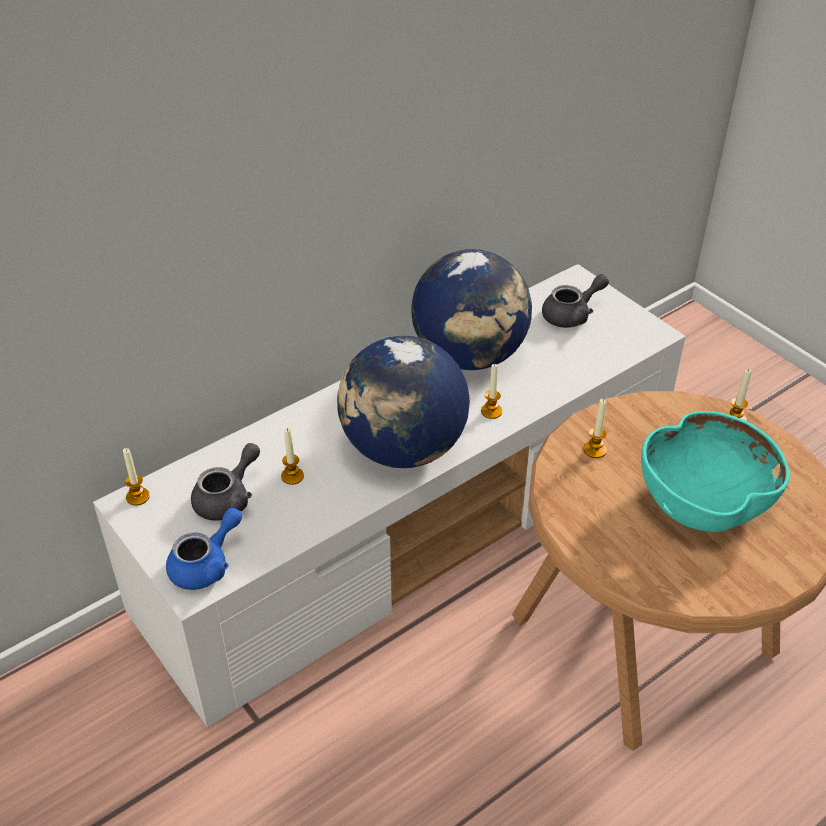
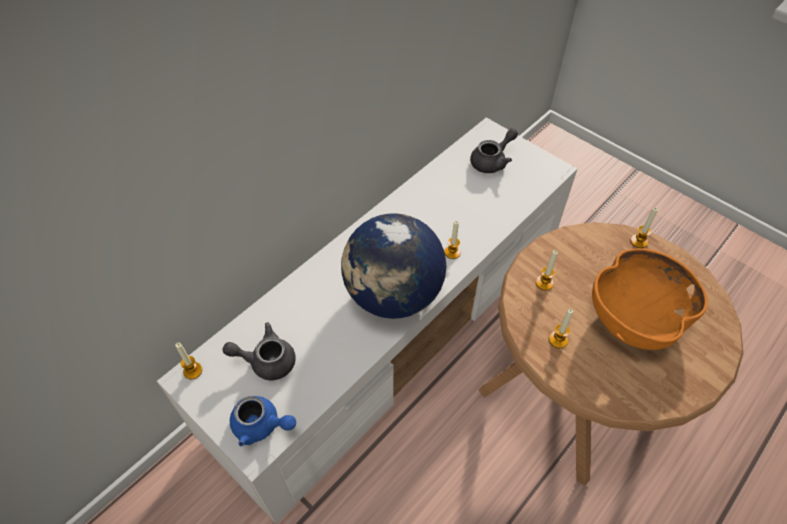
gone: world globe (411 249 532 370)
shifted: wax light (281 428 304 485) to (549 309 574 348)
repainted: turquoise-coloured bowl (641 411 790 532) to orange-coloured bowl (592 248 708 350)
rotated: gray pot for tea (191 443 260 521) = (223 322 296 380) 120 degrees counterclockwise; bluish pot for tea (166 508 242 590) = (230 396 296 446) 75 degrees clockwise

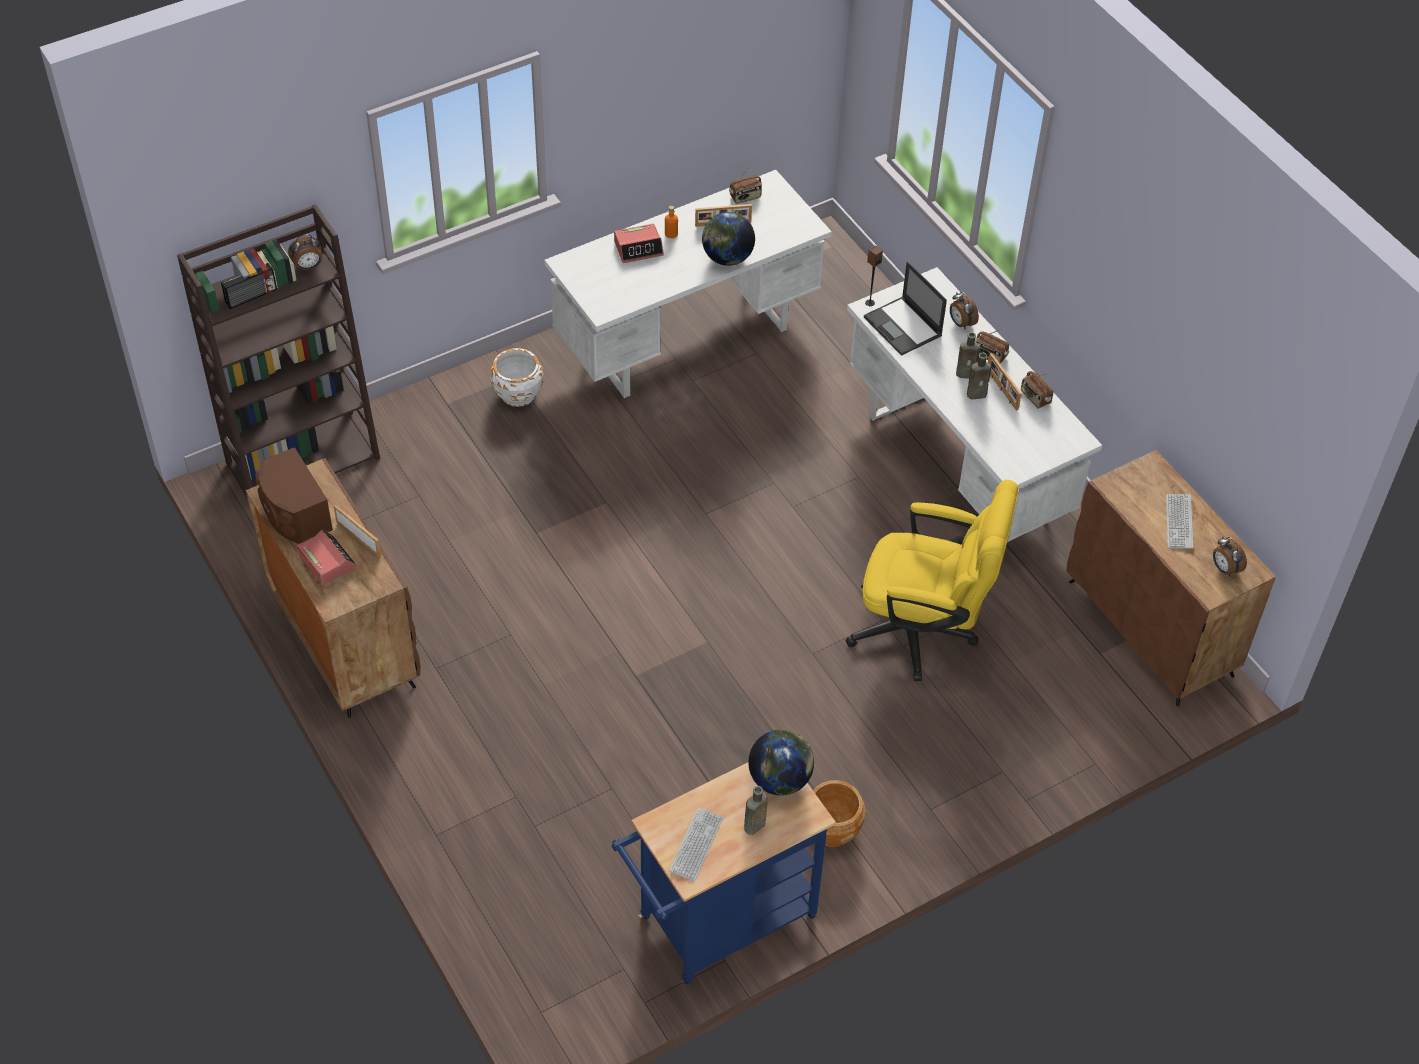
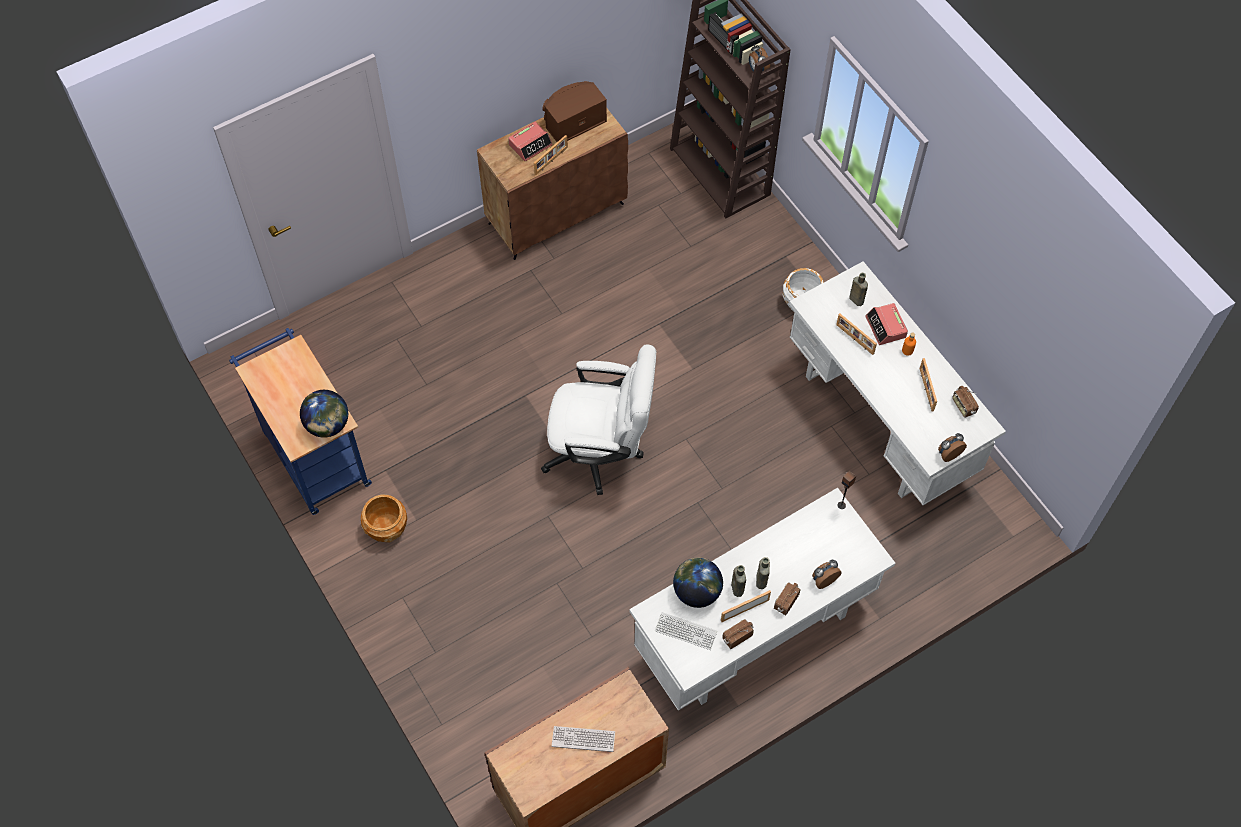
gone: yellow-coloured computer chair (846 480 1019 681); notebook computer (864 261 947 356)
new: whitish computer chair (541 344 656 495); picture frame (836 314 877 355)
shifted: keyboard (669 807 723 881) to (655 612 717 650); world globe (702 212 755 266) to (673 557 723 608); brownish drink bottle (744 786 768 835) to (849 273 868 306); table clock (1213 536 1247 576) to (938 433 967 462)

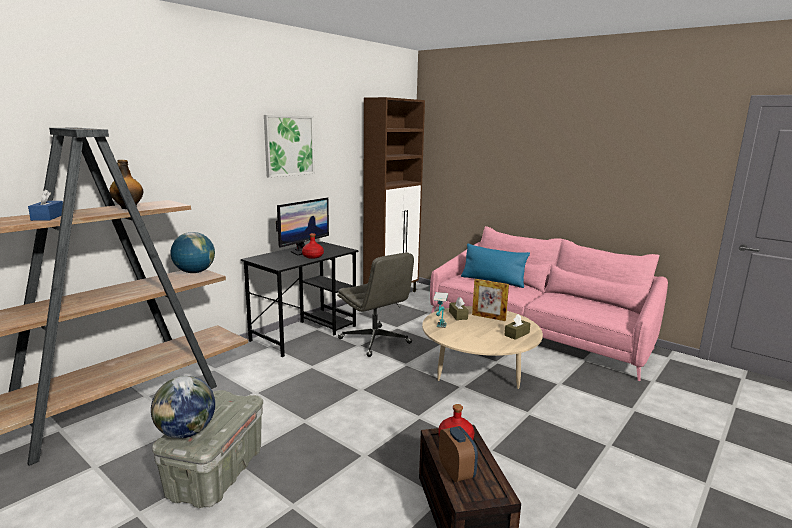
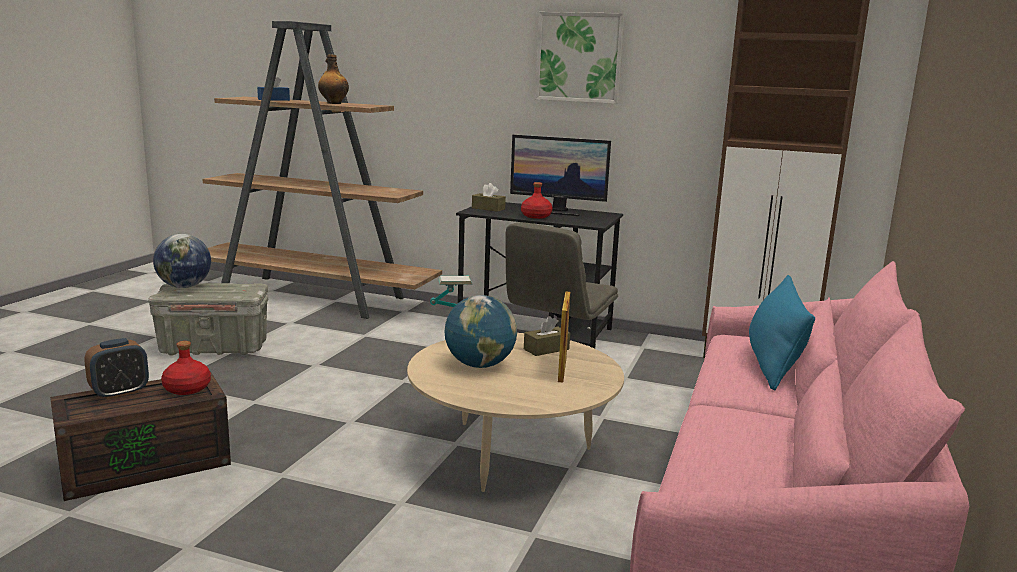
shifted: world globe (171 232 215 273) to (445 295 517 368); brownish tissue box (504 314 531 340) to (472 183 506 212)

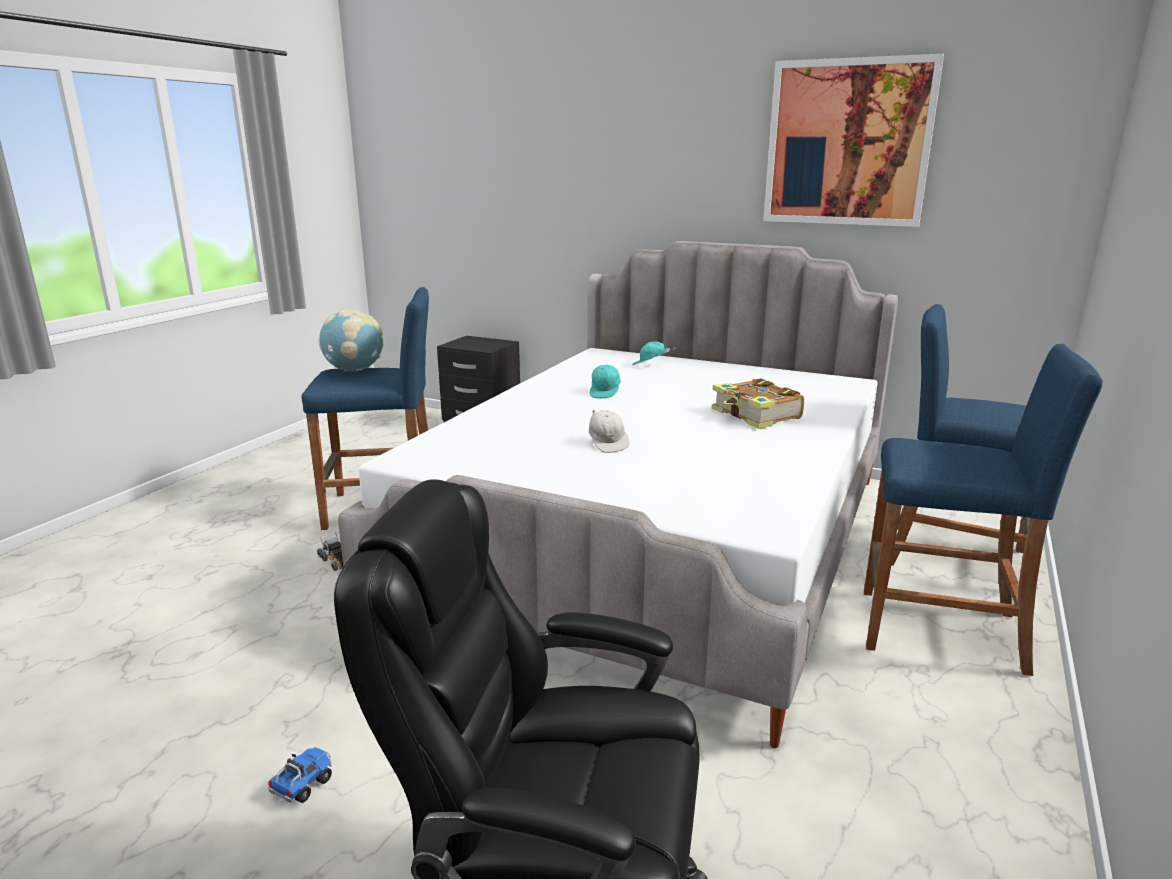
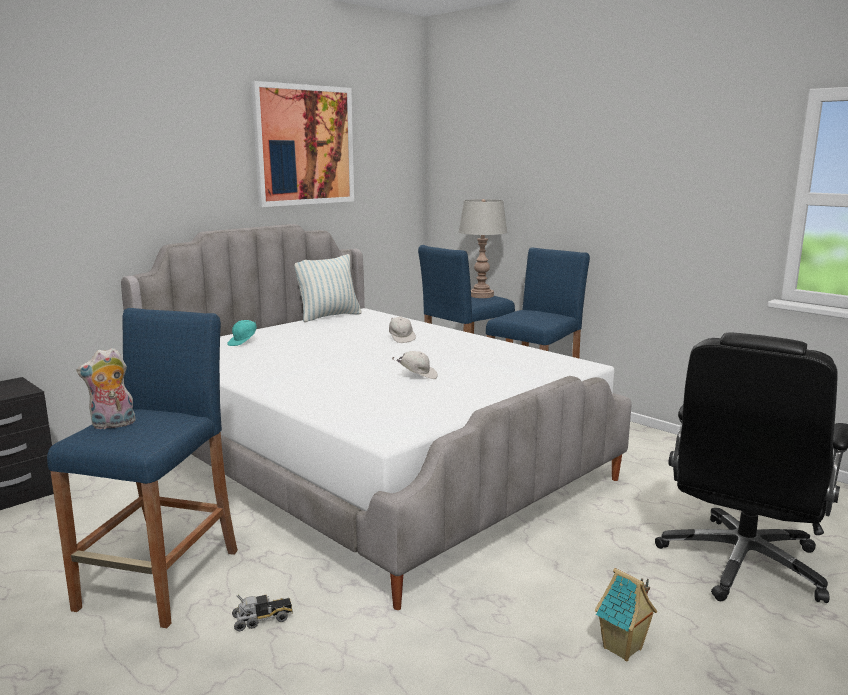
gone: turquoise-coloured cap (590 365 621 398)
new: pillow (294 254 362 322); gray tabletop lamp (459 199 507 298)
swapped: world globe (319 309 383 371) to plush toy (77 348 136 430); bound book (712 378 804 429) to whitish cap (389 316 416 343); toy truck (268 747 332 803) to model house (595 568 657 661)

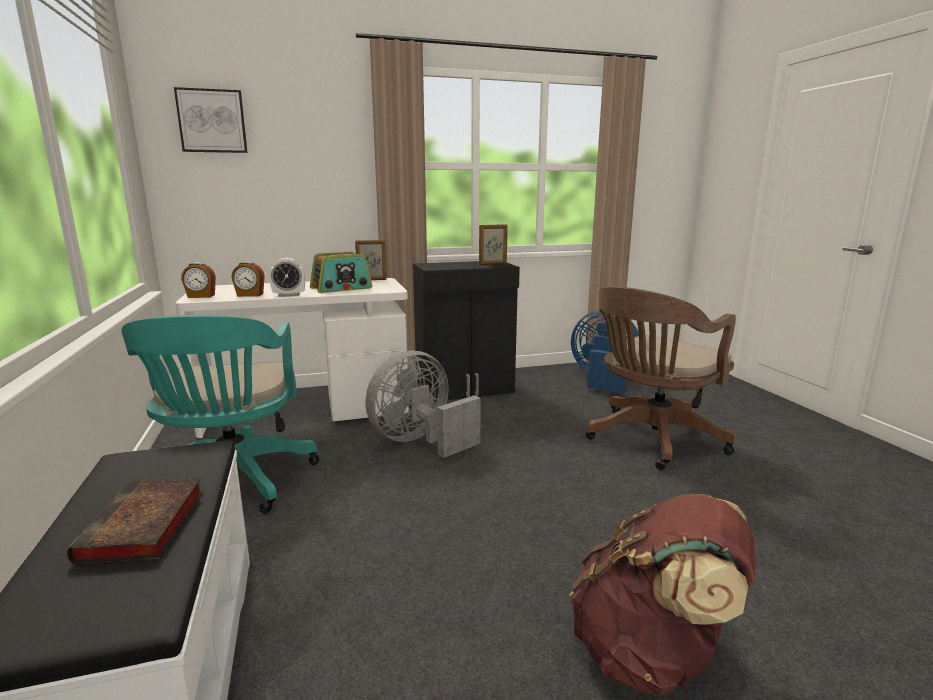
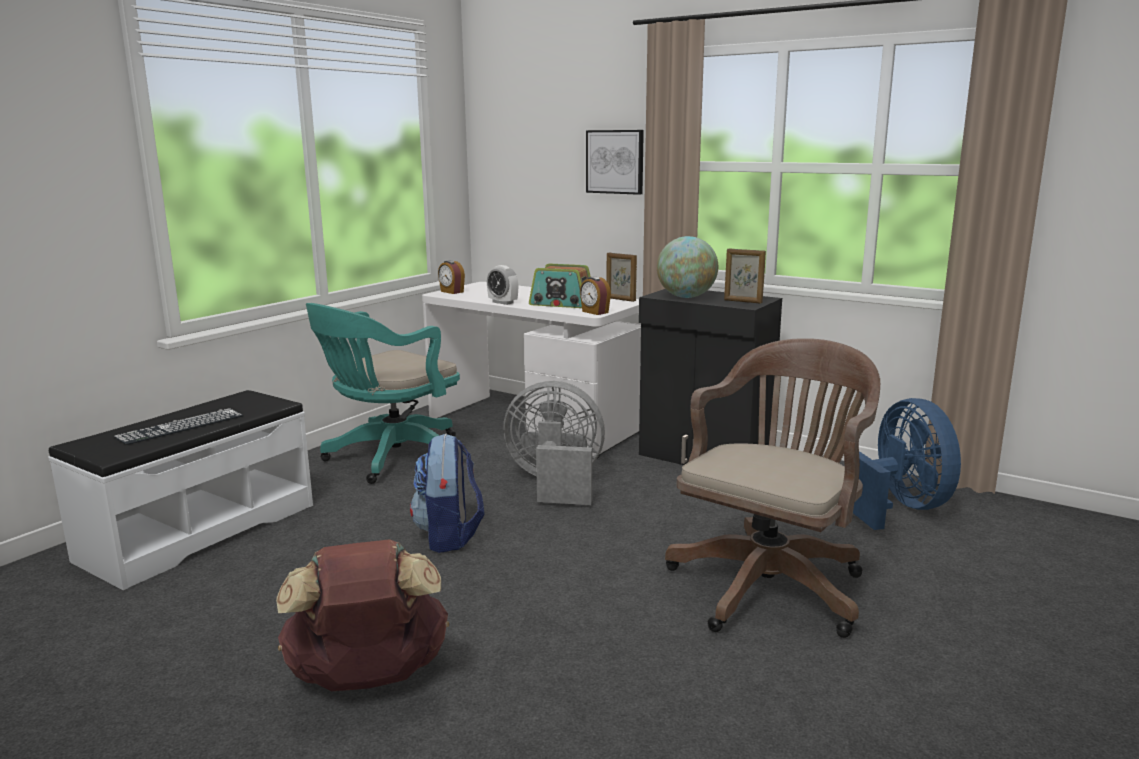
new: rucksack (410 433 485 553); world globe (657 236 718 298)
shifted: table clock (232 261 265 297) to (580 276 611 315); wall picture (174 87 248 153) to (586 130 644 195)
swapped: bound book (67 478 203 564) to keyboard (114 408 244 445)
rotated: brownish computer chair (586 287 736 470) = (665 338 880 638) 120 degrees clockwise

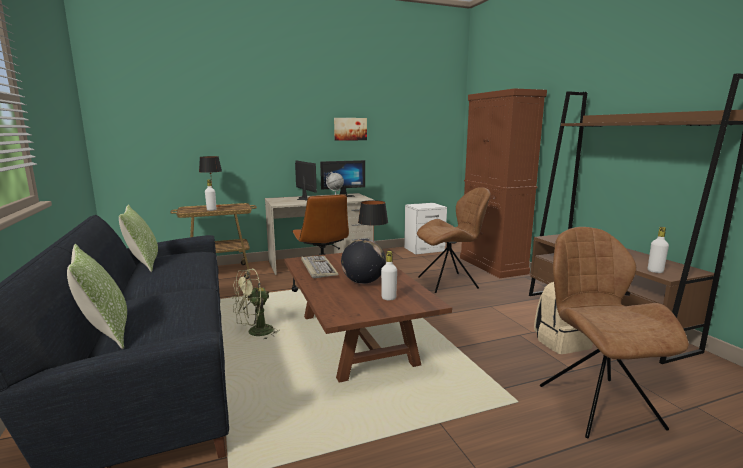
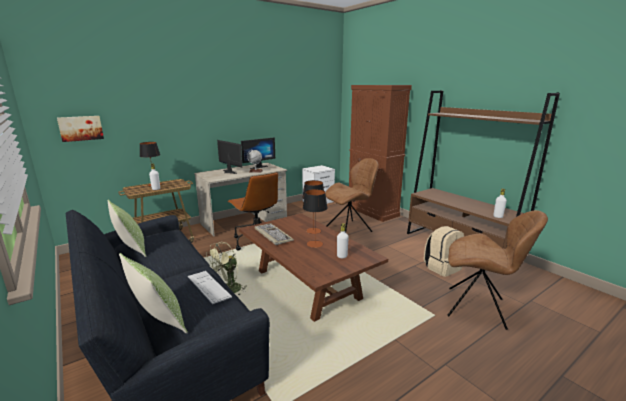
new: keyboard (188 271 232 304)
shifted: wall picture (334 118 367 141) to (57 116 104 142)
swapped: world globe (341 239 386 284) to tabletop lamp (303 189 328 248)
rotated: brownish chair (540 227 689 438) = (447 210 548 330) 135 degrees clockwise

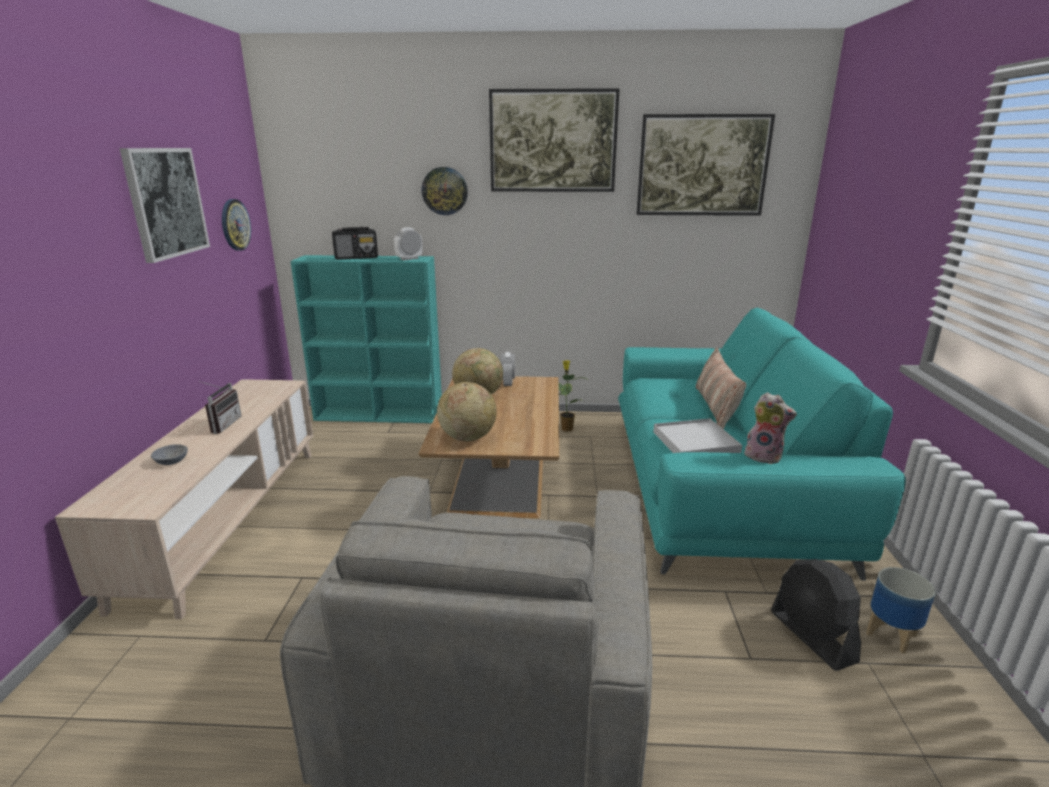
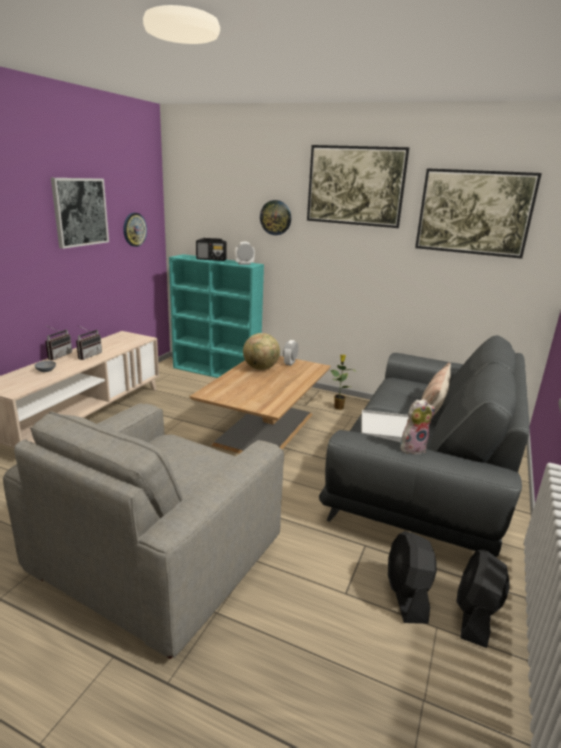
gone: world globe (437 382 497 442)
new: radio receiver (46 326 72 360)
swapped: flower pot (866 567 936 654) to black-coloured cooling fan (456 550 509 648)
repainted: turquoise-coloured couch (618 308 906 581) to gray couch (319 335 530 557)
rotated: plush toy (744 392 797 464) = (400 399 436 455) 75 degrees counterclockwise

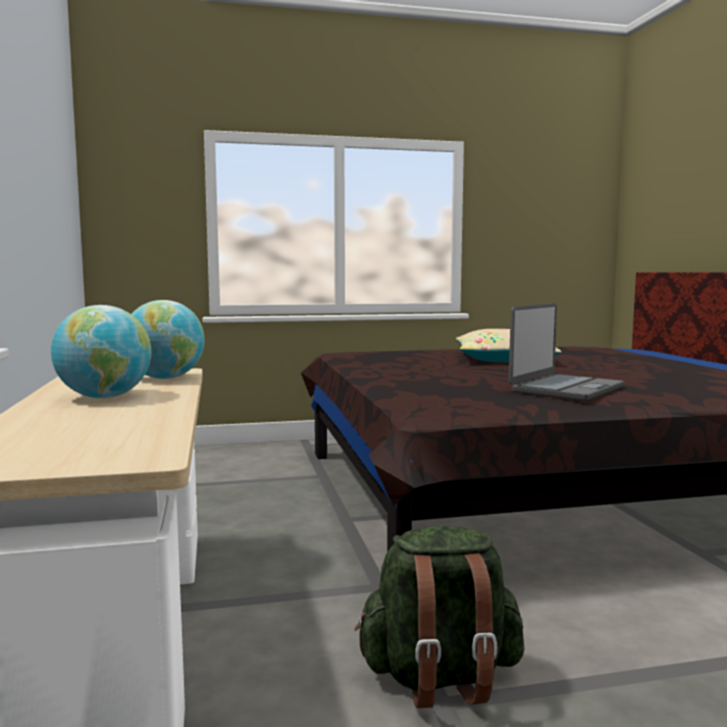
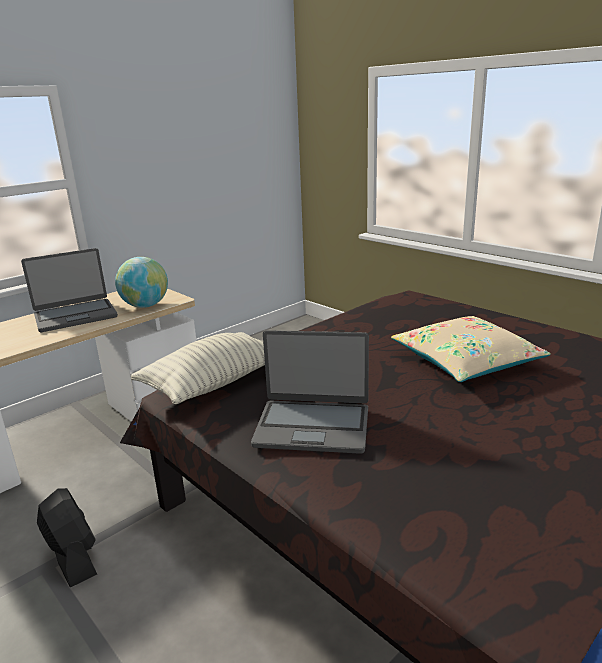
new: pillow (131 332 265 404)
swapped: world globe (51 305 151 398) to notebook computer (21 248 118 332); greenish rucksack (355 526 524 708) to black-coloured cooling fan (37 488 97 587)

